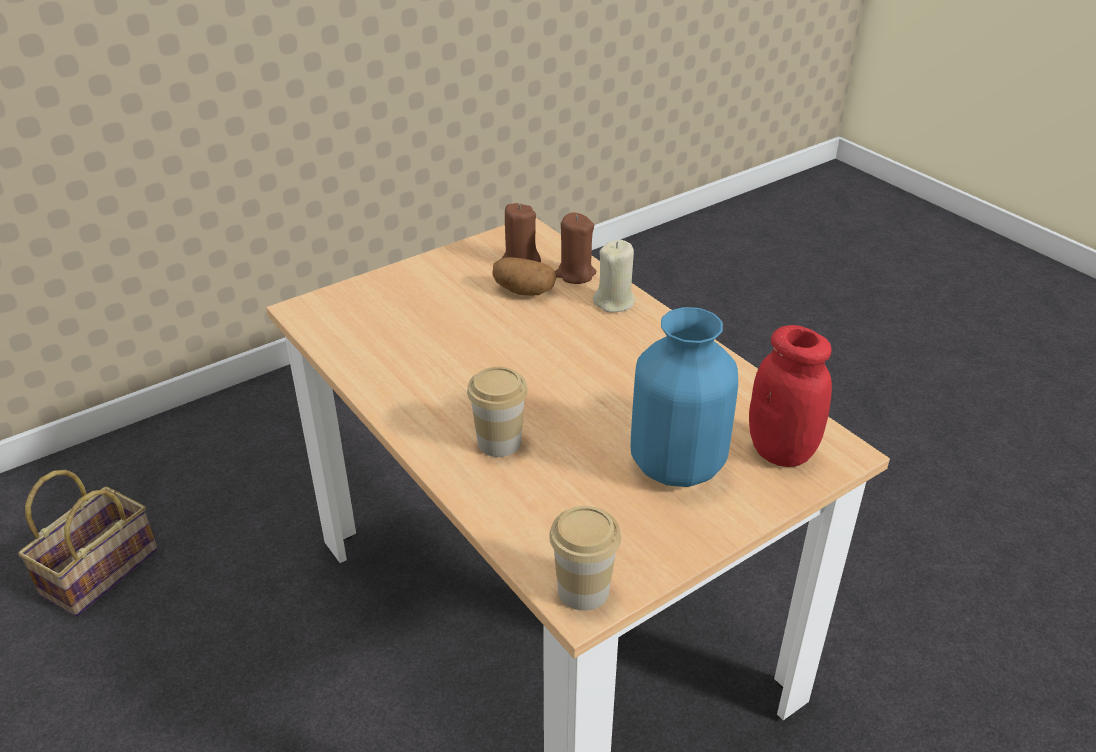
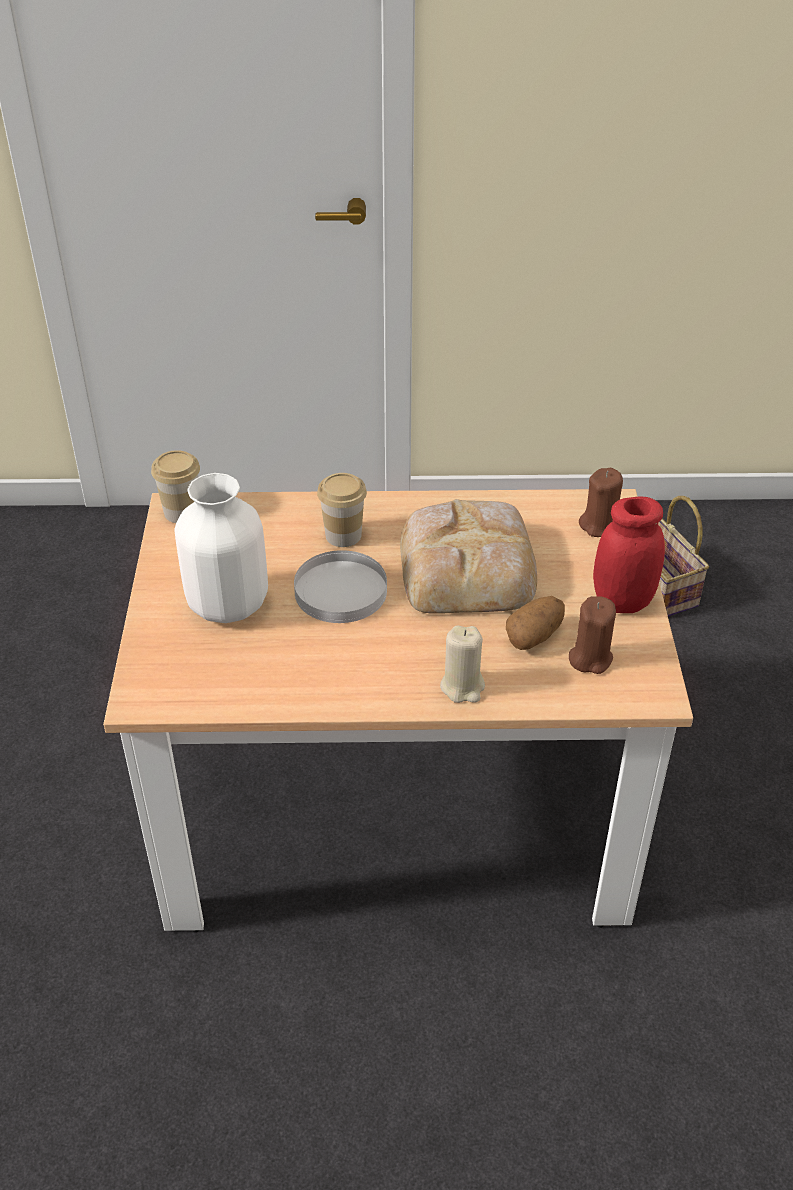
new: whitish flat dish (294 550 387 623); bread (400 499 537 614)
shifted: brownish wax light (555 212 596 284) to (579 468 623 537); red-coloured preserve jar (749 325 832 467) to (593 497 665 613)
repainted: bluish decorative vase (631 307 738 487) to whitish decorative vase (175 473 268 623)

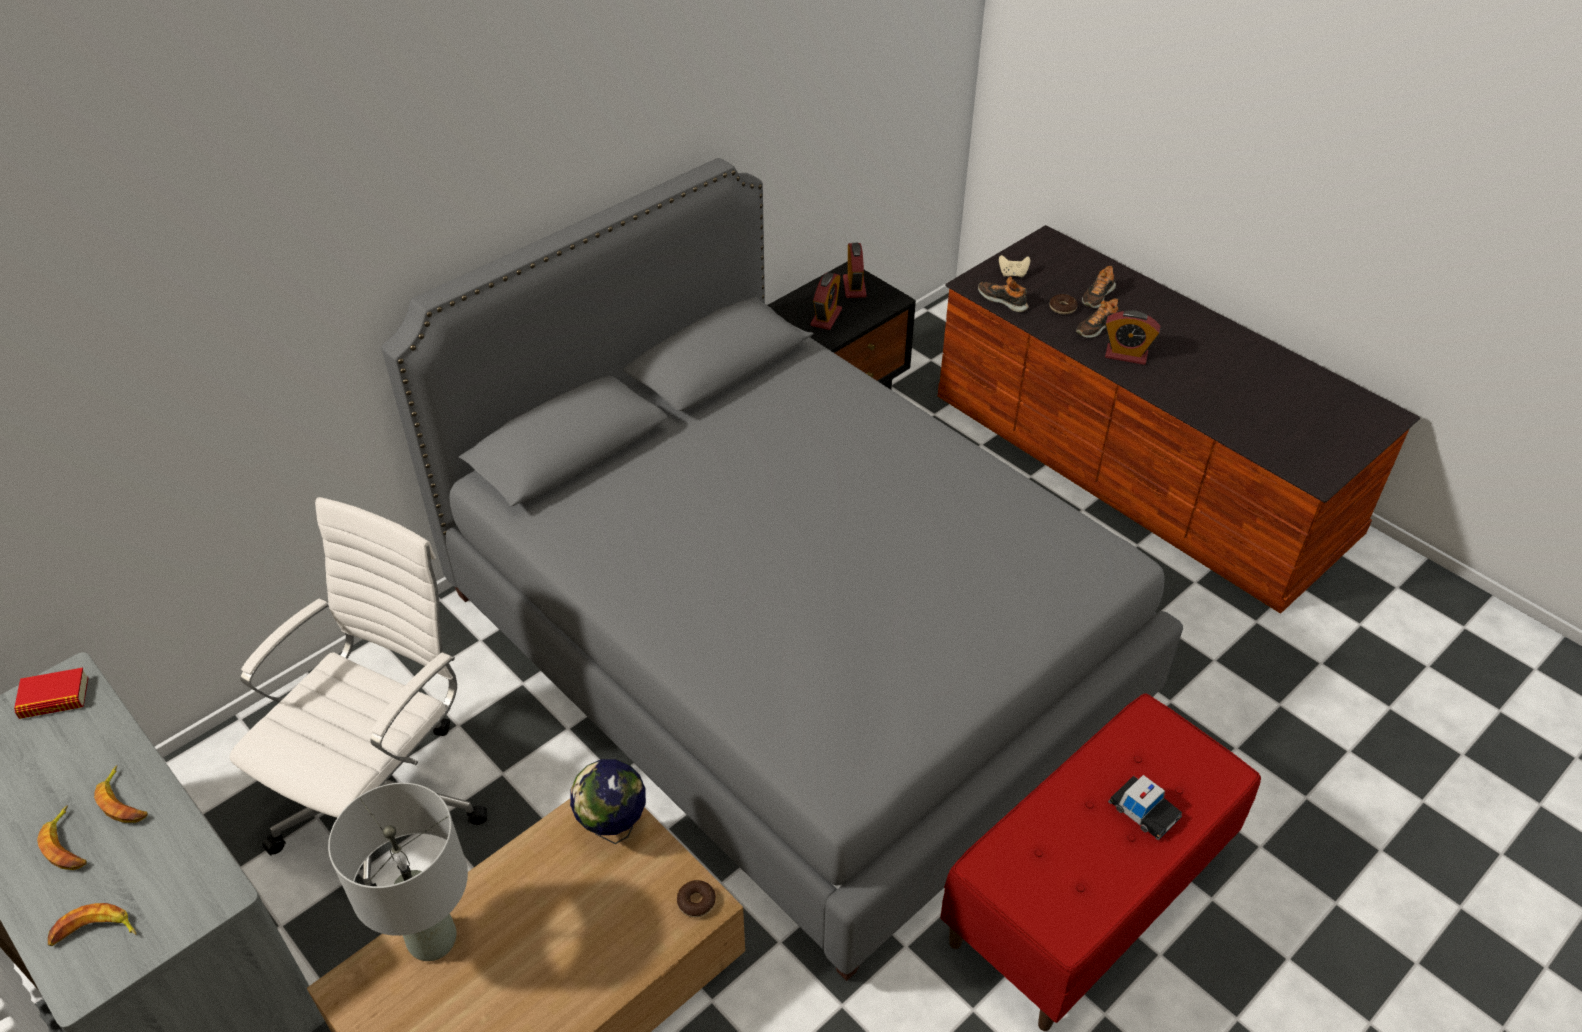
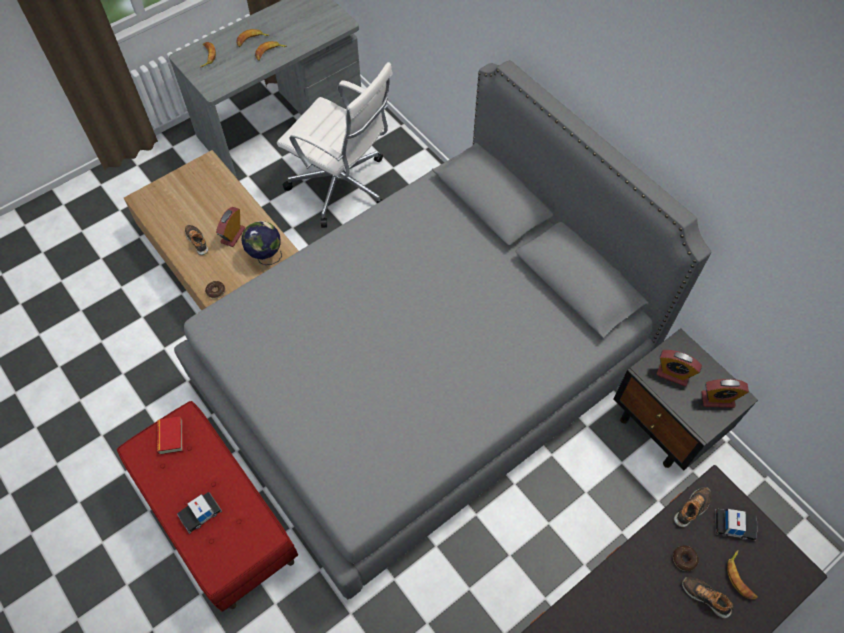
gone: gray tabletop lamp (328 783 468 961)
new: banana fruit (727 550 757 599)
shifted: bound book (14 667 89 719) to (157 416 183 454); item of footwear (1076 298 1120 338) to (185 225 209 255); table clock (1105 310 1160 365) to (216 207 245 247)
swapped: beige joypad (999 255 1030 278) to toy car (715 509 758 541)

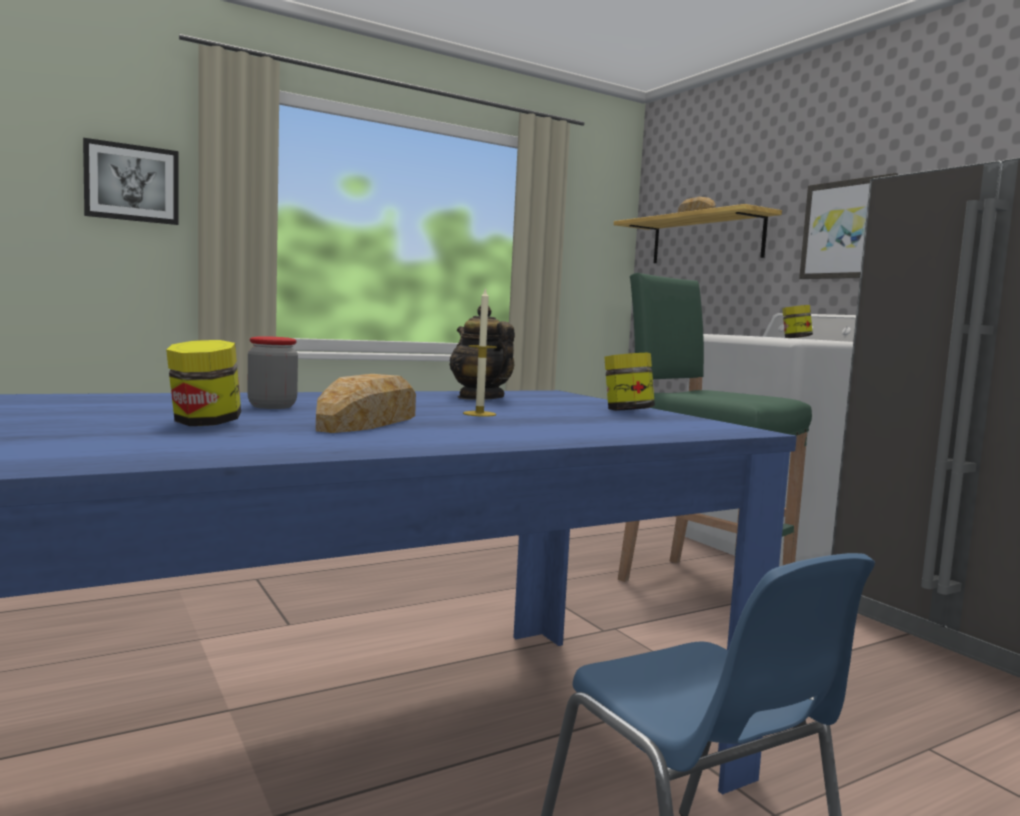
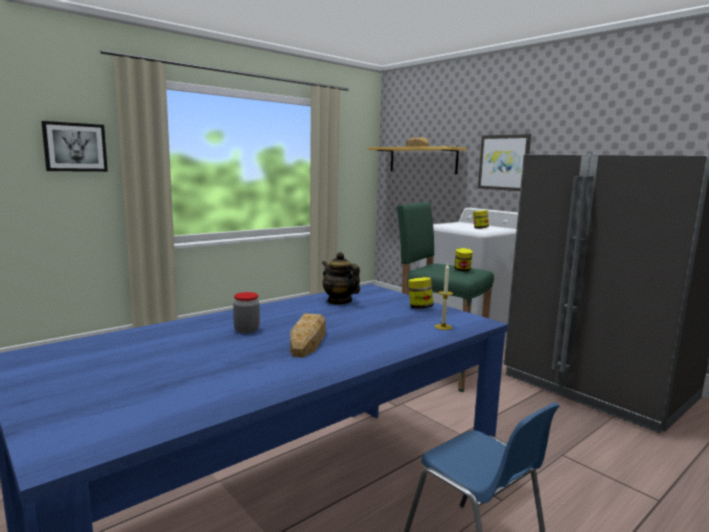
shifted: wax light (463 287 497 417) to (435 263 453 330); preserve jar (166 340 241 426) to (454 248 473 272)

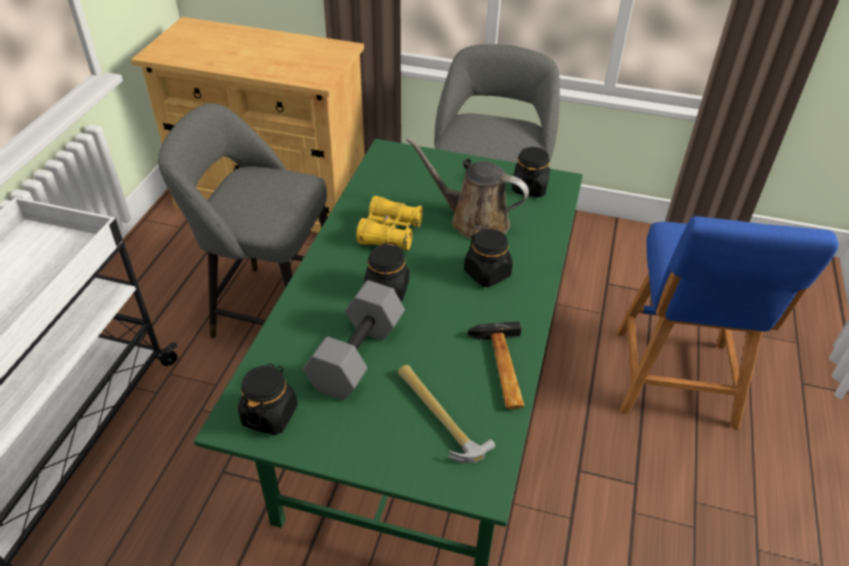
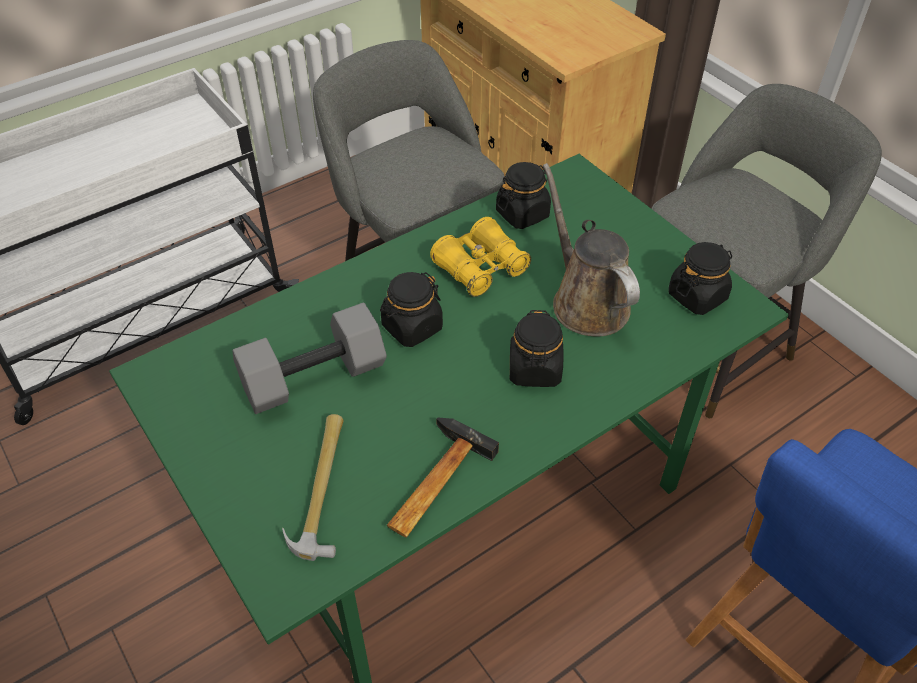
shifted: black-coloured preserve jar (238 363 297 435) to (496 162 551 229)

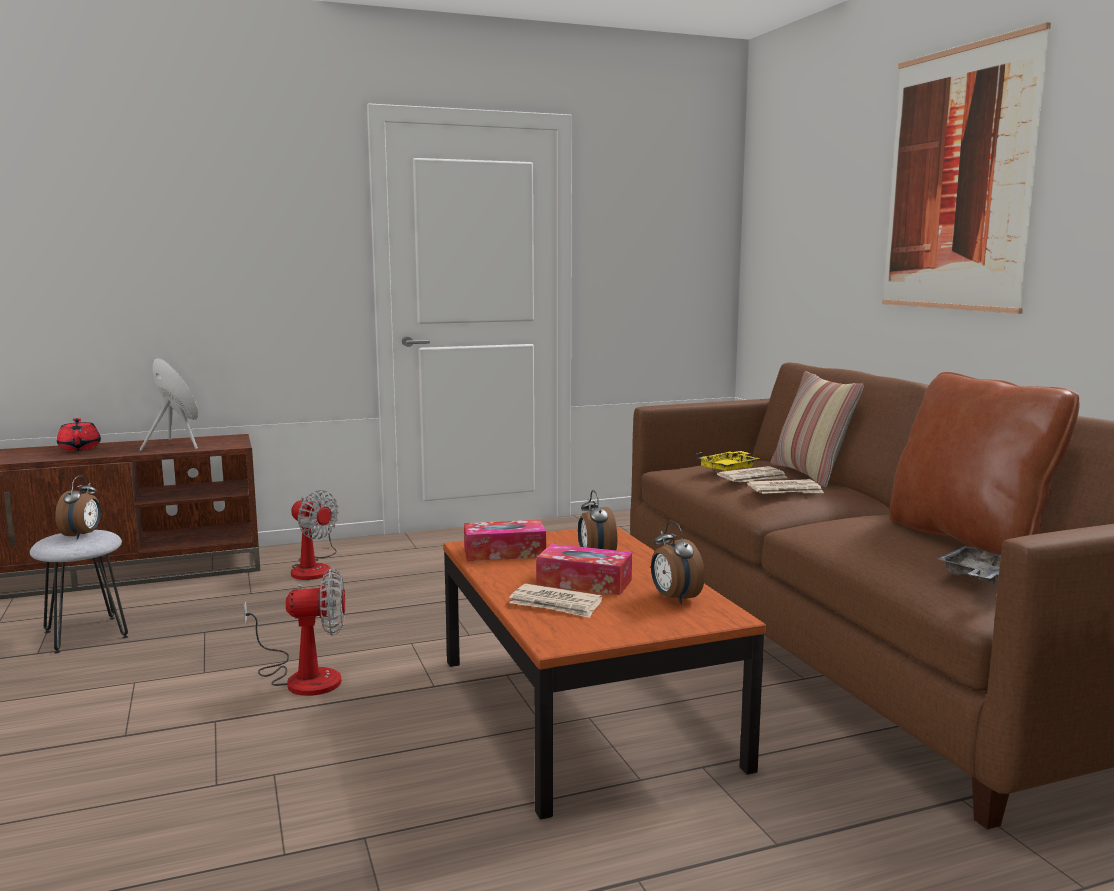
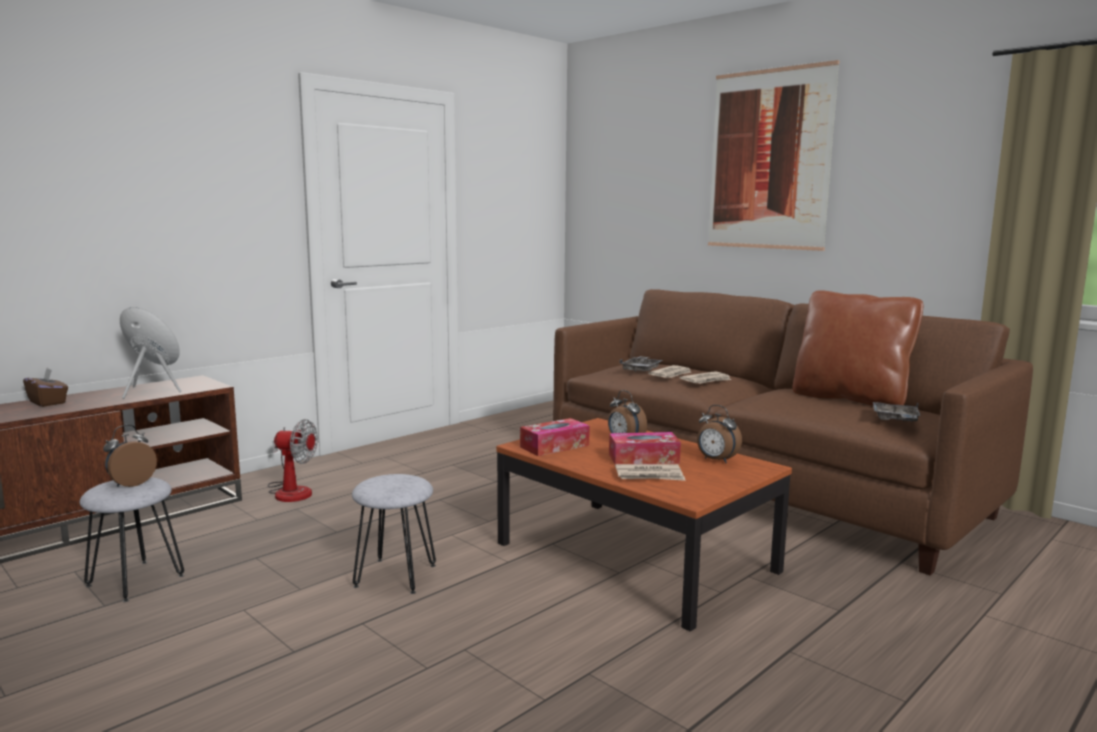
gone: pillow (771 371 864 487)
swapped: red-coloured pot for tea (57 418 101 451) to brownish tissue box (23 368 68 407); cooling fan (244 569 345 696) to gray stool seat (352 474 436 594)
repainted: yellow-coloured carrying tray (697 451 760 471) to gray carrying tray (620 356 663 372)
rotated: table clock (55 475 101 539) = (103 425 157 487) 120 degrees counterclockwise

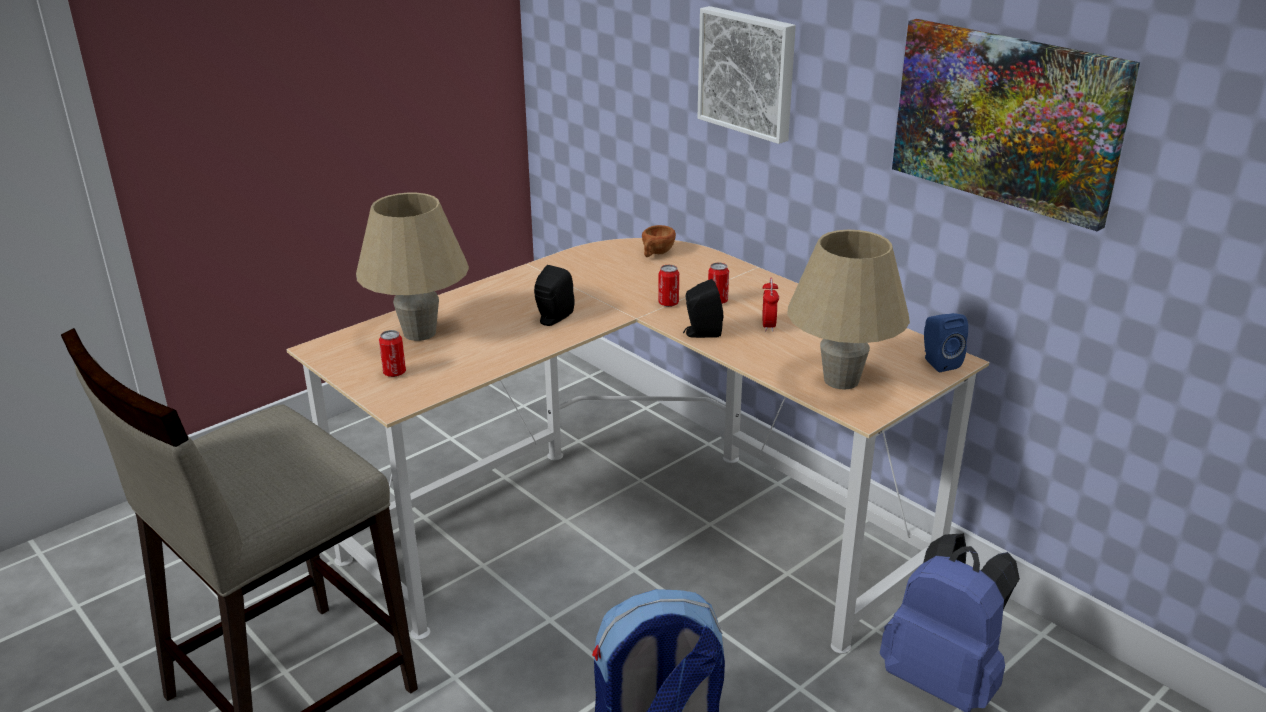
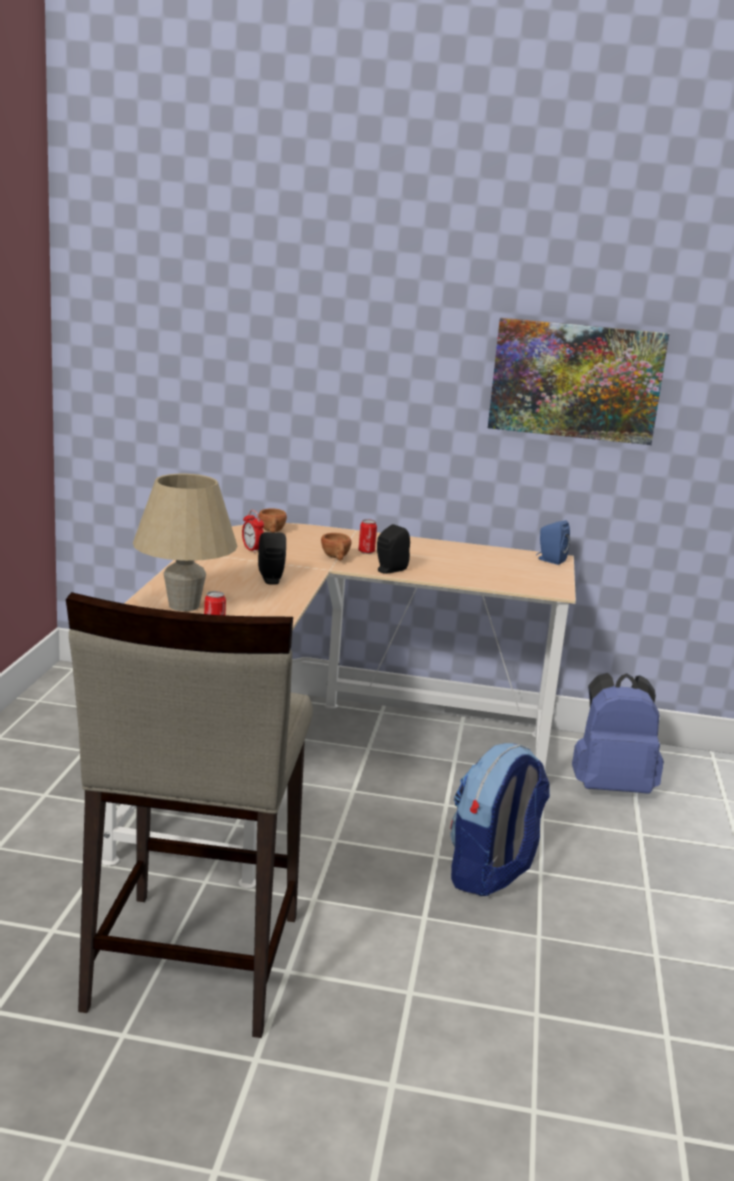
gone: wall picture (698 6 796 144); beige tabletop lamp (787 230 910 390)
shifted: table clock (762 278 779 332) to (242 510 264 553)
swapped: metal can (658 265 679 307) to brownish drinking cup (321 533 351 561)

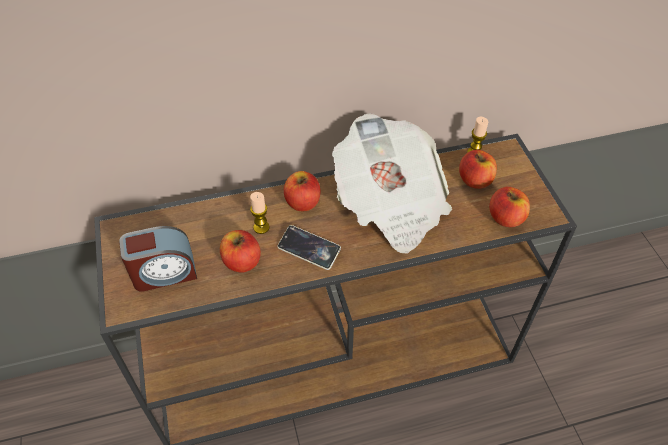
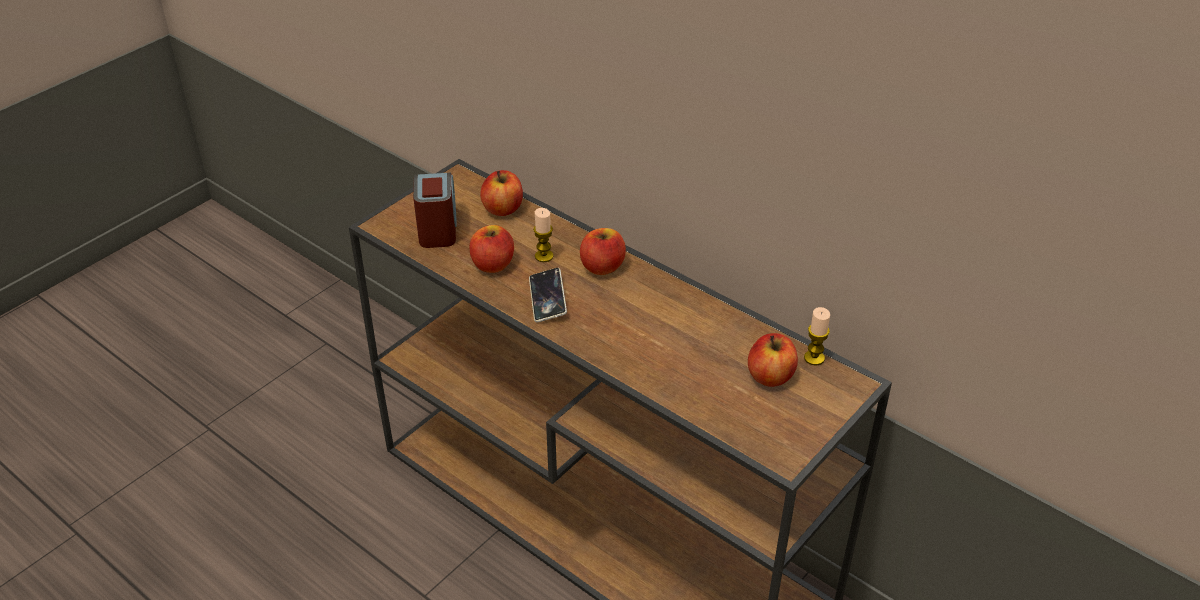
gone: newspaper (332 113 452 254)
shifted: apple (489 187 530 227) to (480 170 523 216)
rotated: table clock (119 226 197 292) = (413 173 457 248) 135 degrees counterclockwise

